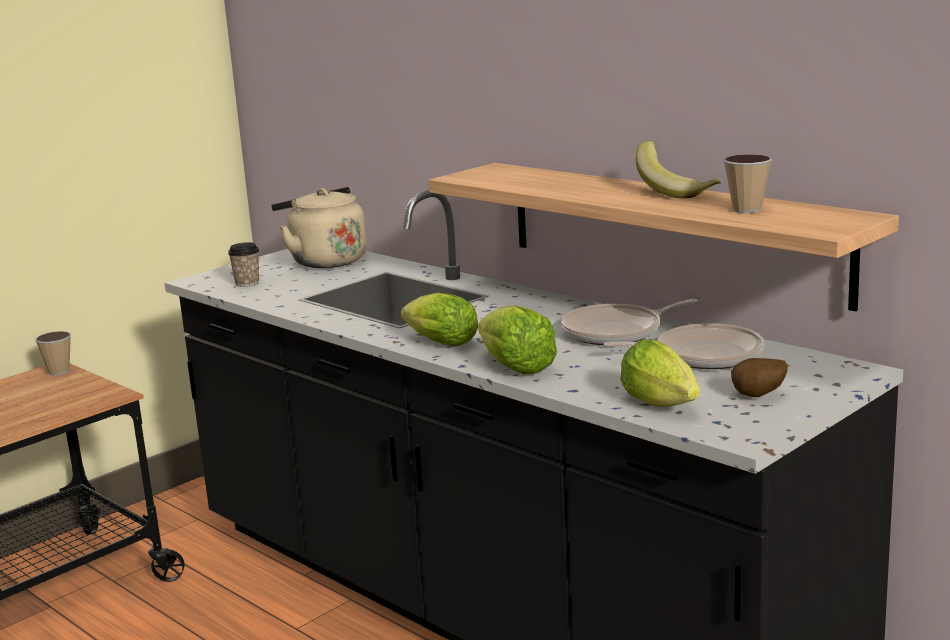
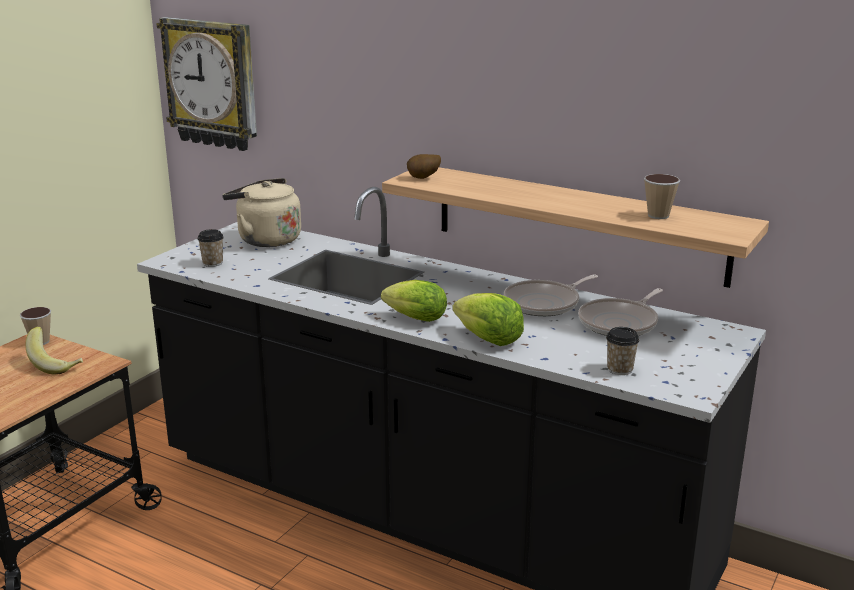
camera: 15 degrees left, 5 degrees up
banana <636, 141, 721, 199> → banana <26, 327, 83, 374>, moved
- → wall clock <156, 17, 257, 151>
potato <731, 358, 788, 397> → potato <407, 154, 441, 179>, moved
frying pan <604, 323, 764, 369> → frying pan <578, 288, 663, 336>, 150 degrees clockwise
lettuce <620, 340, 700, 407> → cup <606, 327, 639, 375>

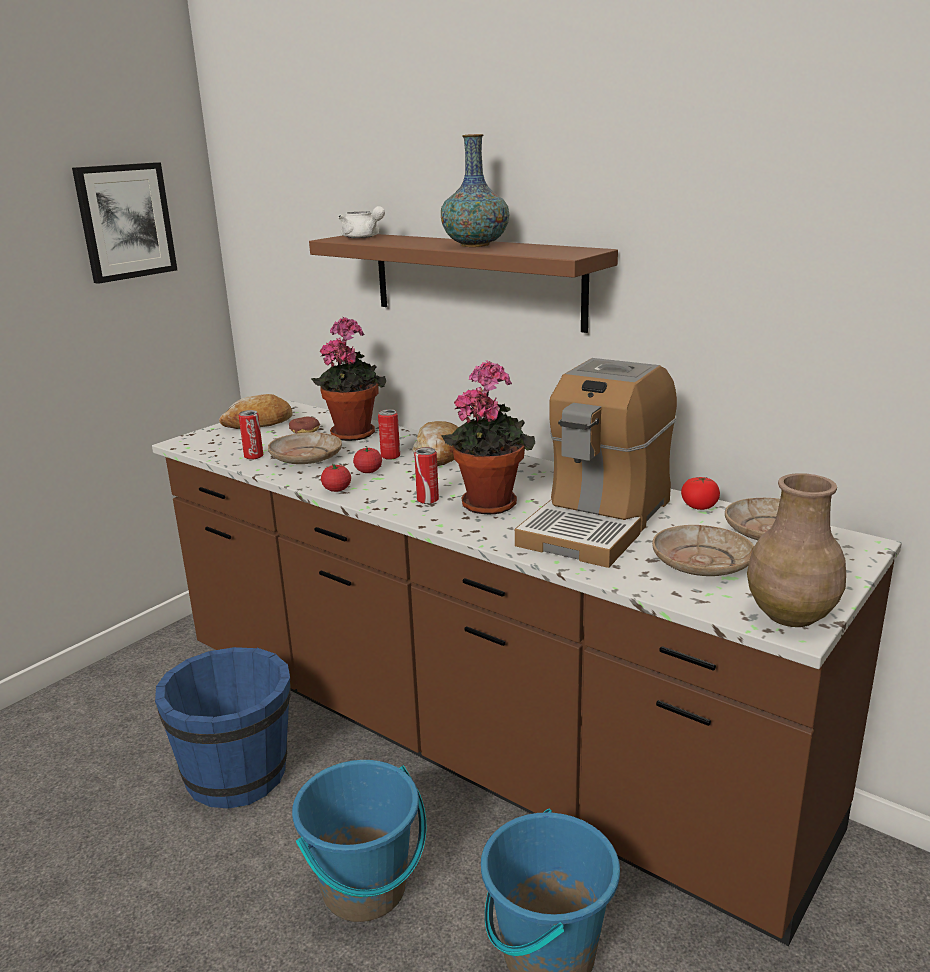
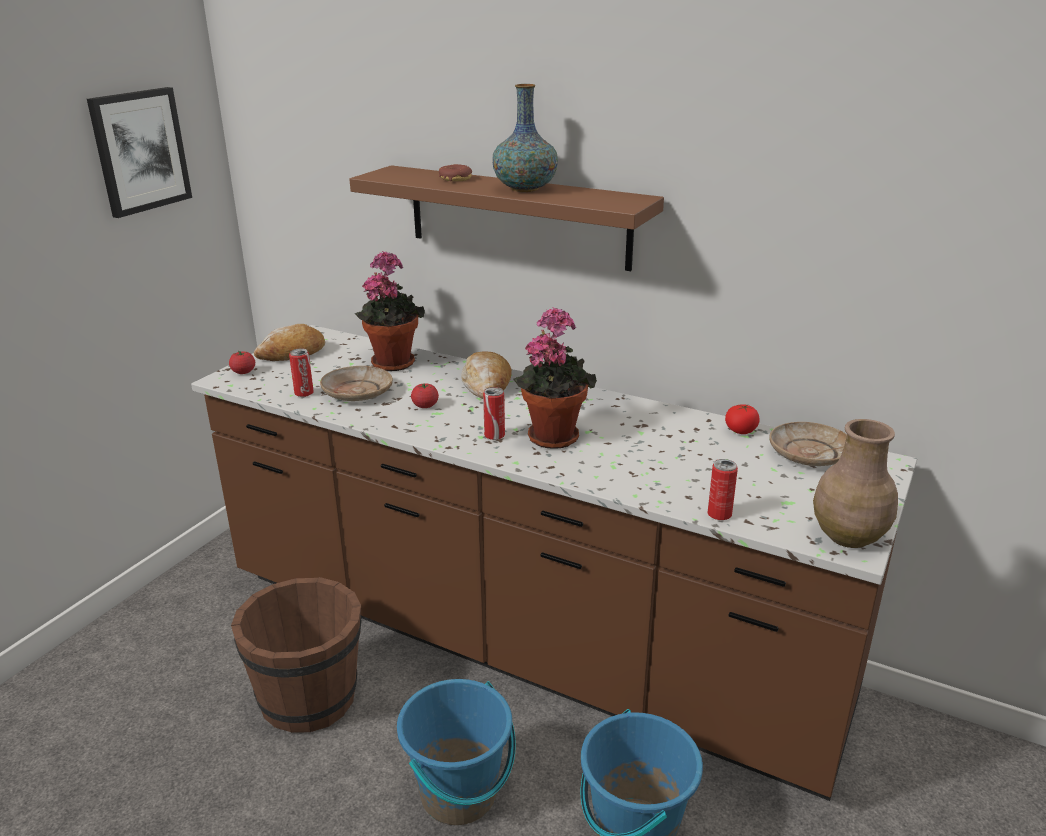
camera: 10 degrees left, 5 degrees up
tomato <321, 464, 351, 492> → tomato <229, 351, 255, 374>, moved
blue bucket <155, 647, 291, 809> → brown bucket <231, 577, 361, 733>
donut <289, 417, 320, 434> → donut <439, 164, 472, 181>, moved
can <378, 409, 400, 460> → can <708, 459, 738, 520>, moved
white teapot <338, 206, 385, 238> → -
coffee machine <515, 358, 677, 568> → -
beige plate <652, 525, 754, 576> → -

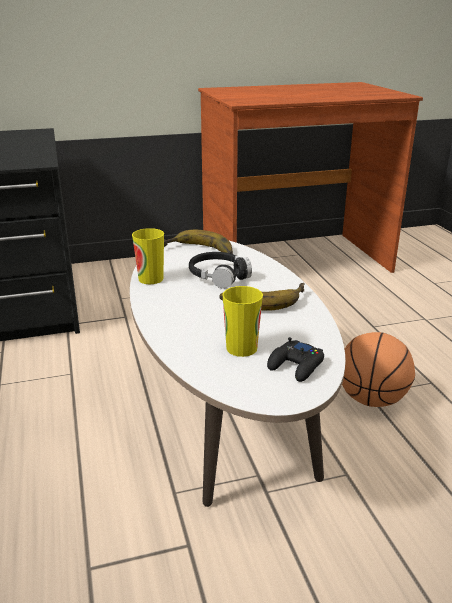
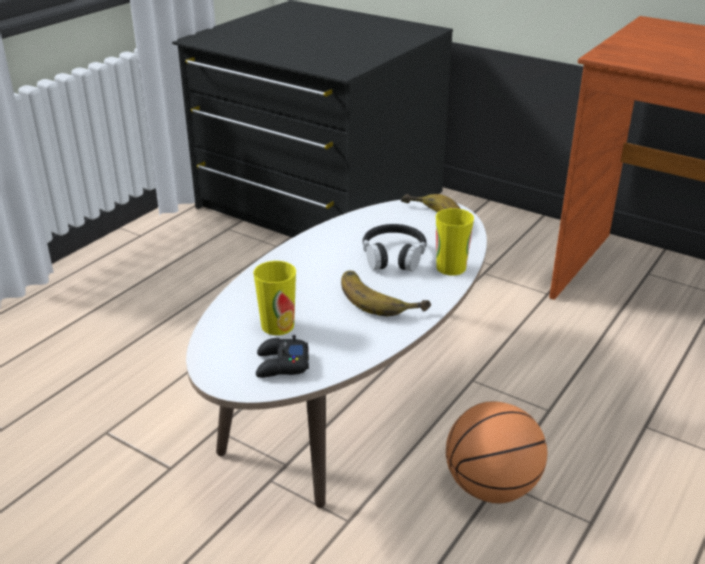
camera: 50 degrees right, 5 degrees up
cup <132, 228, 164, 284> → cup <436, 208, 474, 276>, moved

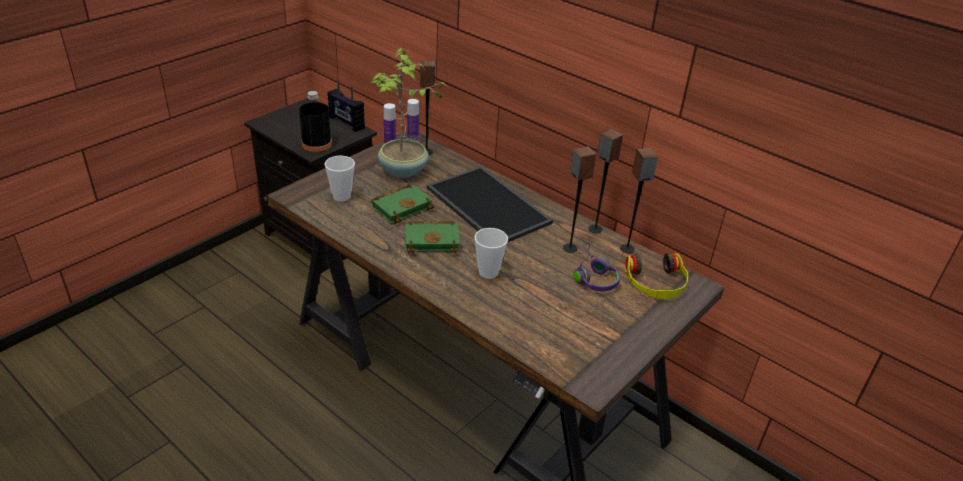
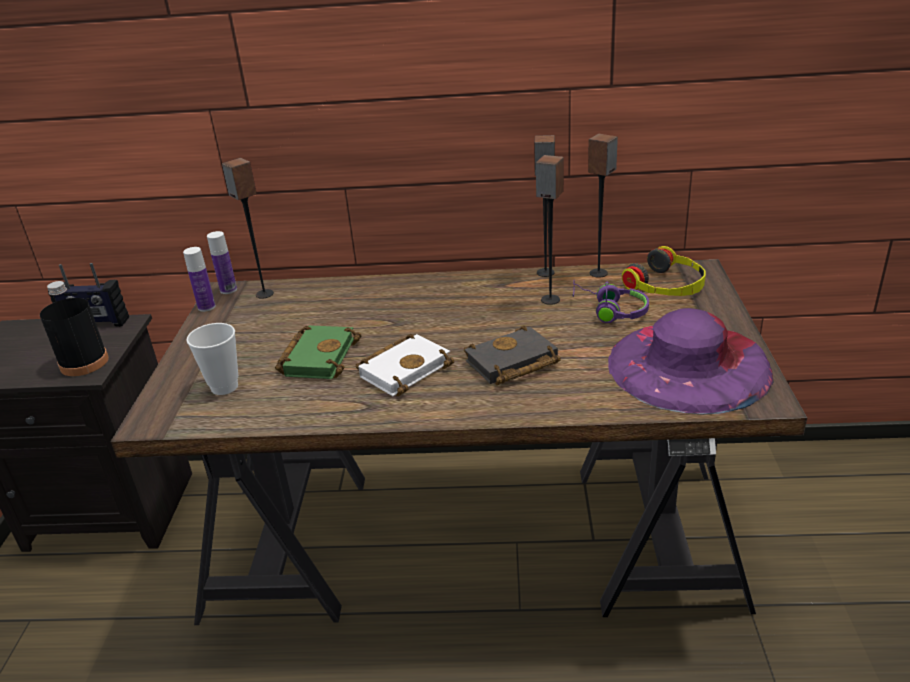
camera: 35 degrees left, 5 degrees down
green book <405, 221, 460, 253> → white book <356, 334, 454, 396>
cup <474, 228, 508, 279> → black book <464, 326, 561, 385>
- → purple hat <608, 308, 774, 414>
potted plant <371, 48, 448, 178> → -
tray <427, 166, 553, 243> → -

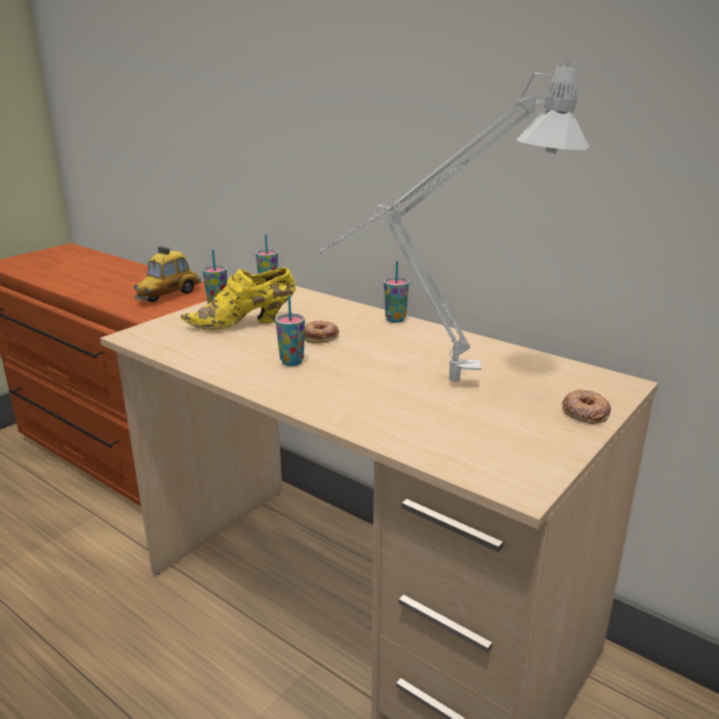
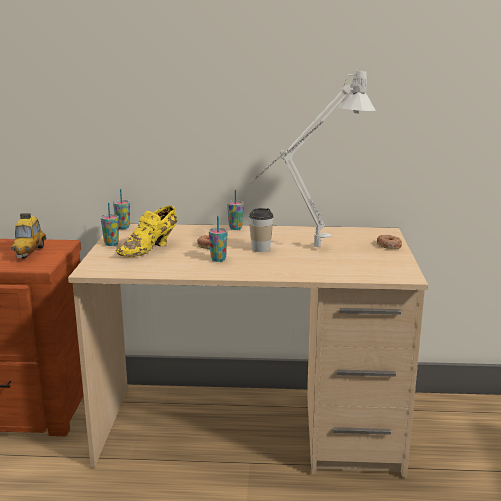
camera: 35 degrees left, 5 degrees down
- → cup <249, 208, 274, 252>

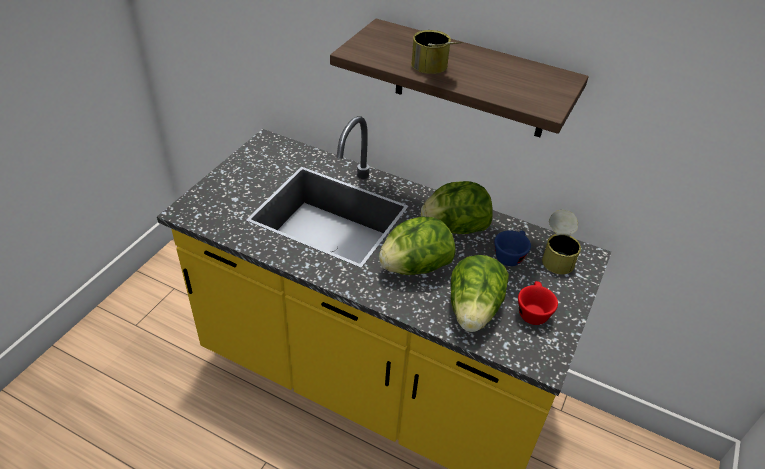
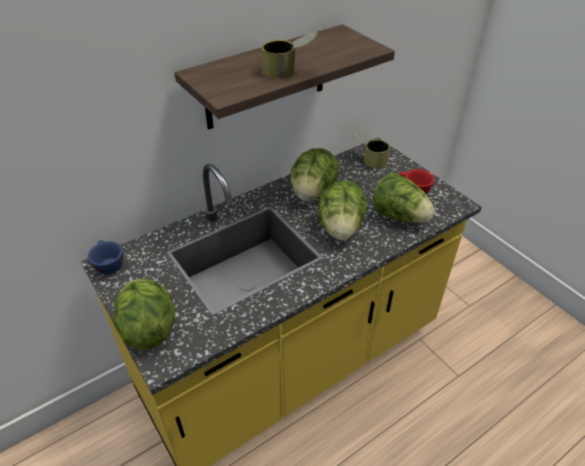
camera: 60 degrees left, 0 degrees up
blue cup <494, 230, 531, 266> → blue cup <88, 240, 123, 275>, moved
- → lettuce <113, 279, 175, 350>

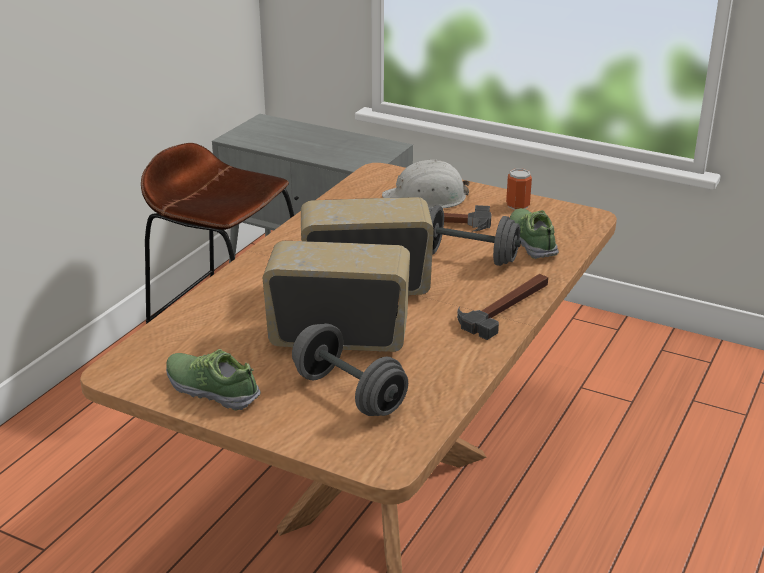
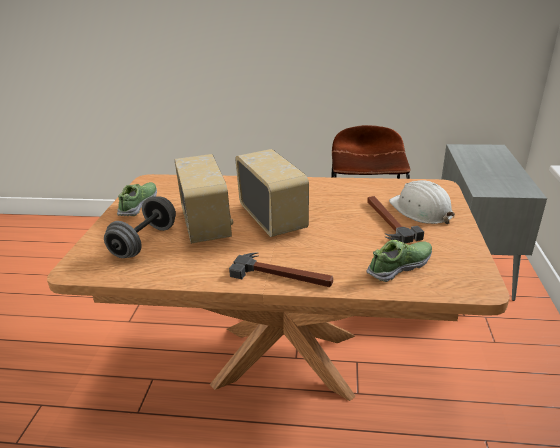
camera: 70 degrees right, 0 degrees up
grey dumbbell <429, 205, 521, 266> → -
can <506, 169, 532, 210> → -

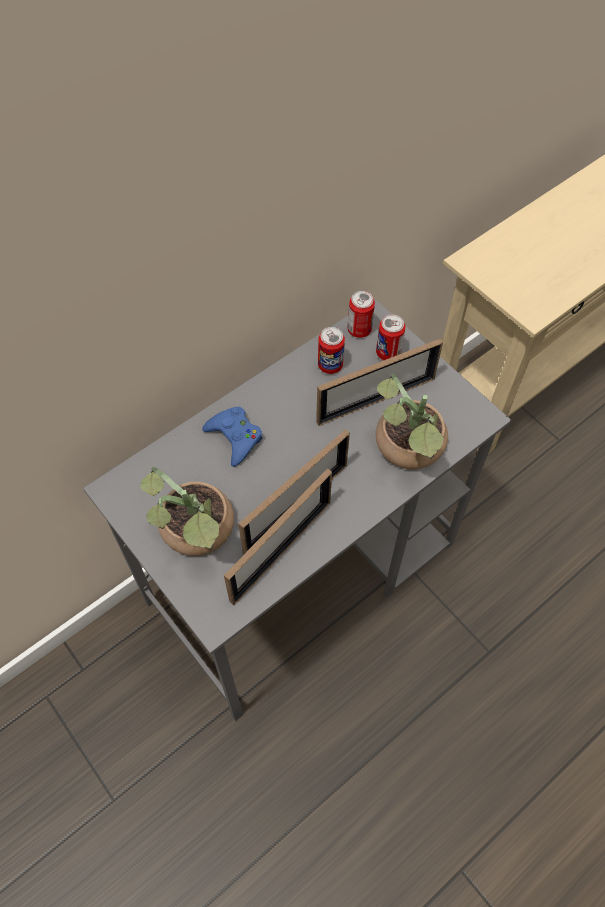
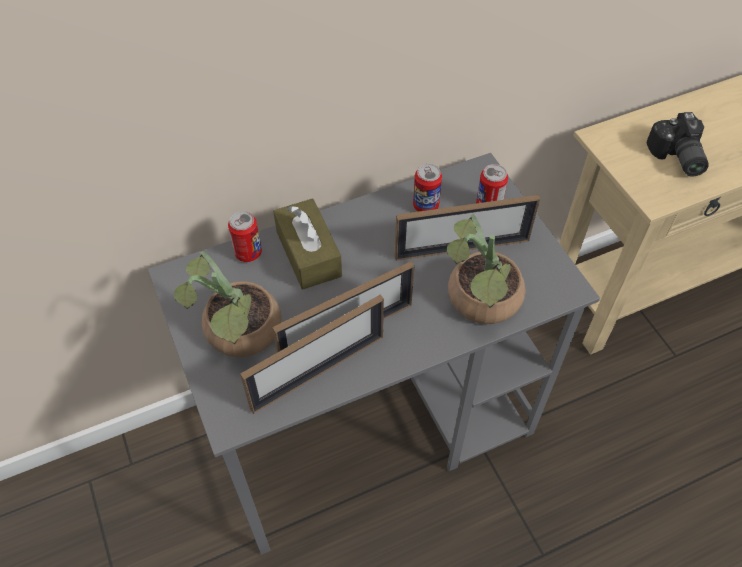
camera: 15 degrees right, 5 degrees down
can <348, 291, 375, 338> → can <228, 211, 262, 262>, moved
blue game controller <202, 407, 263, 467> → brown tissue box <273, 198, 342, 289>
- → photo camera <647, 112, 709, 177>

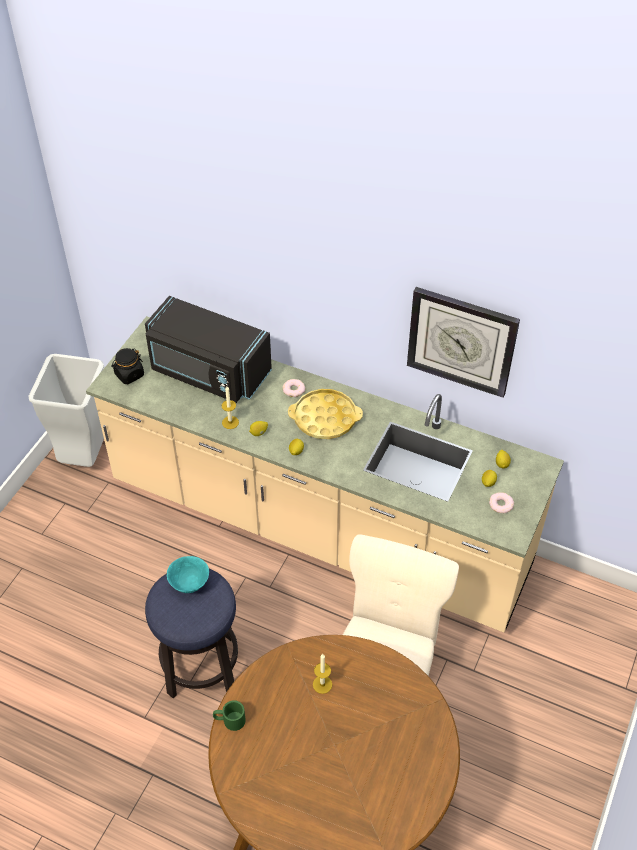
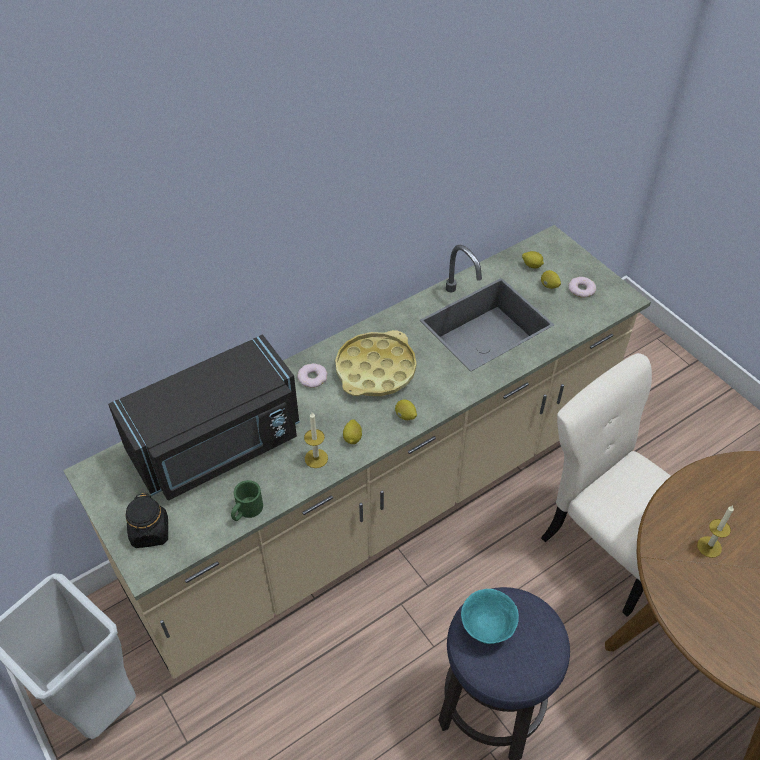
camera: 60 degrees left, 0 degrees up
green mug <213, 700, 246, 731> → green mug <231, 480, 263, 521>, moved
wall clock <407, 287, 520, 398> → -

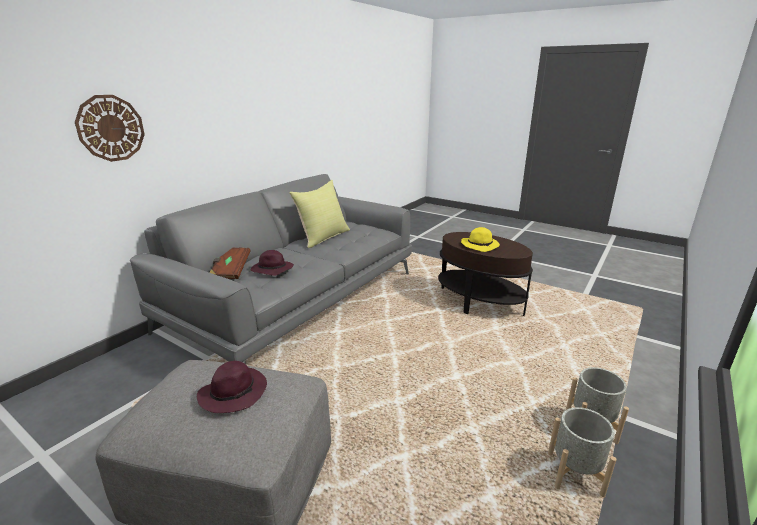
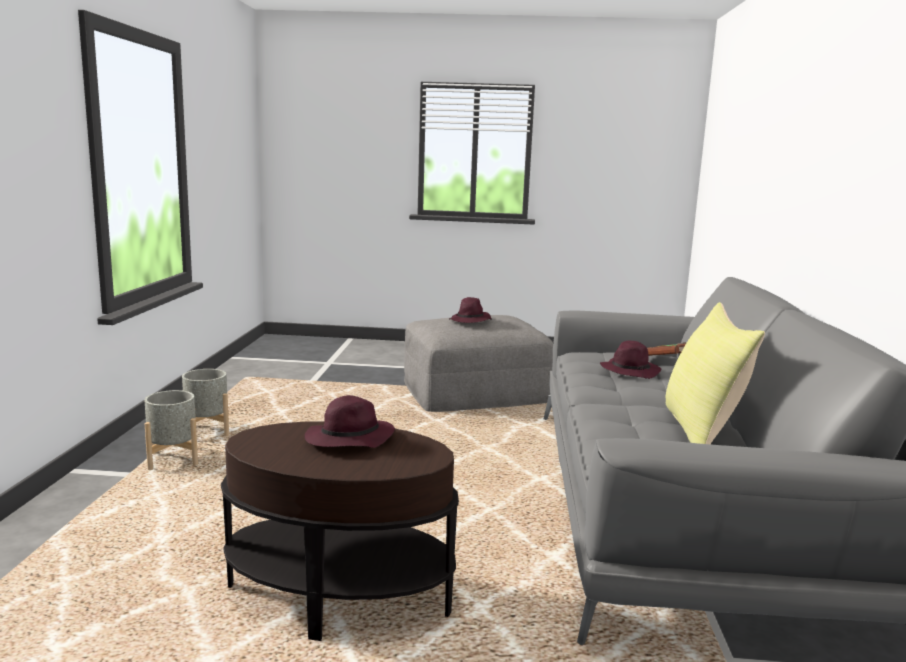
camera: 150 degrees right, 10 degrees down
yellow hat <461, 227, 500, 252> → purple hat <304, 395, 395, 448>
wall clock <75, 95, 145, 162> → -

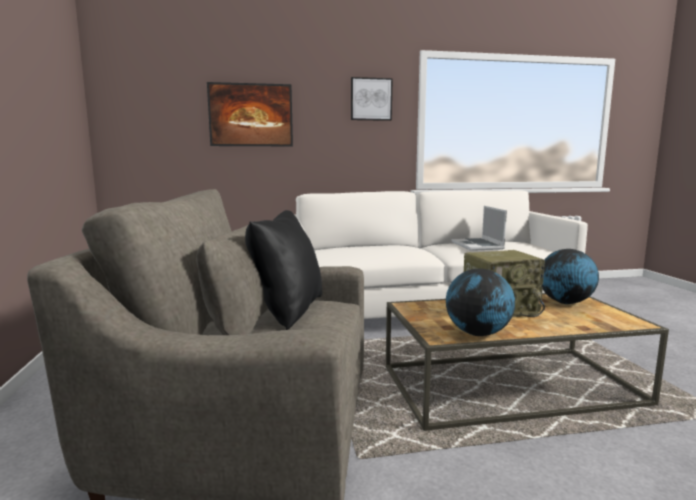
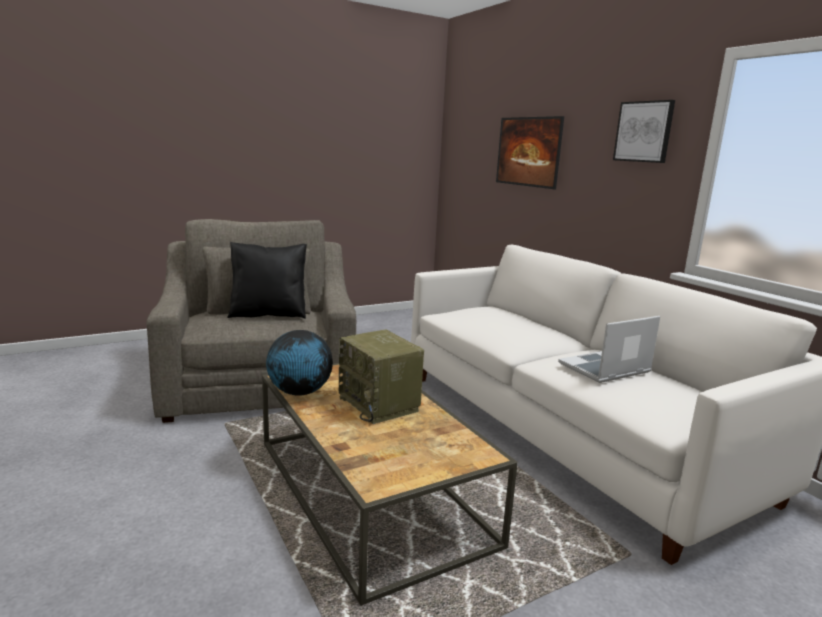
camera: 70 degrees right, 5 degrees up
globe <541, 249, 599, 304> → -

